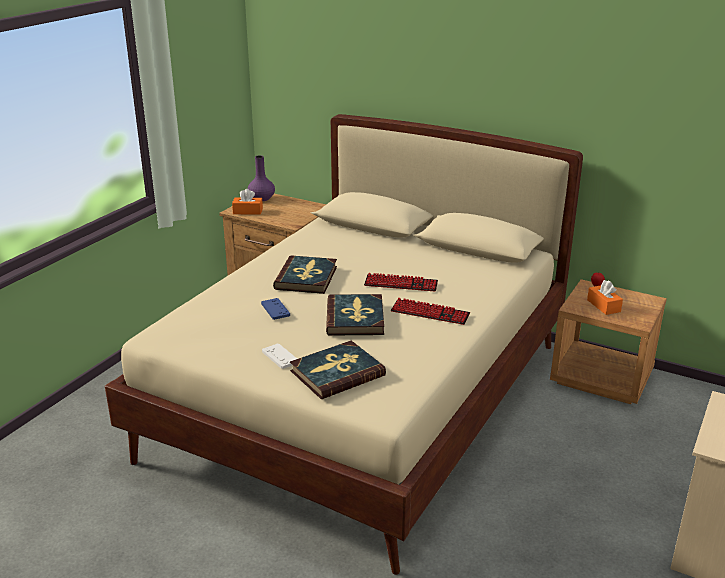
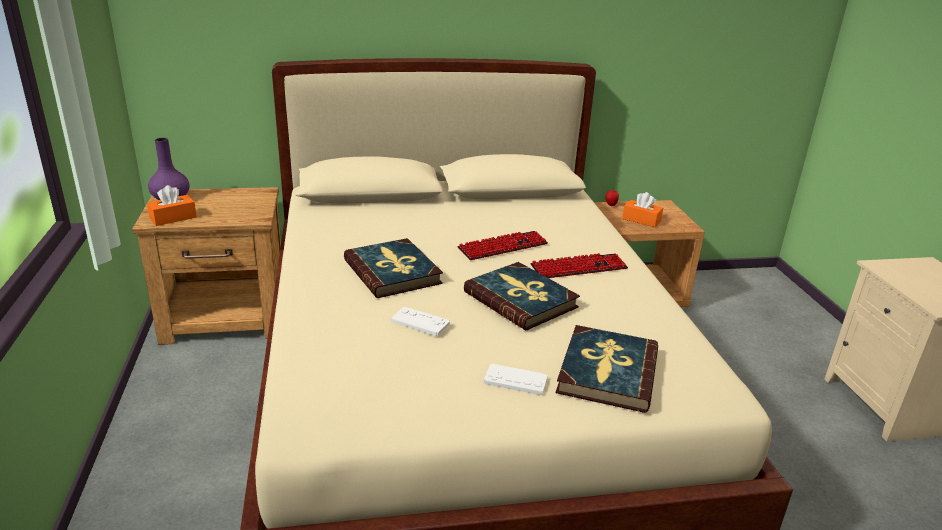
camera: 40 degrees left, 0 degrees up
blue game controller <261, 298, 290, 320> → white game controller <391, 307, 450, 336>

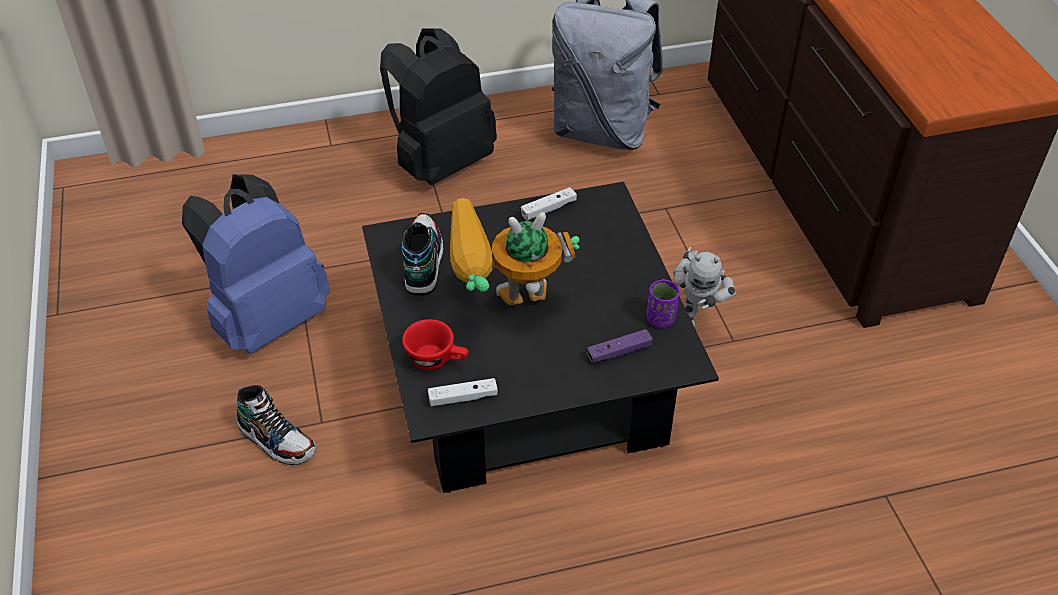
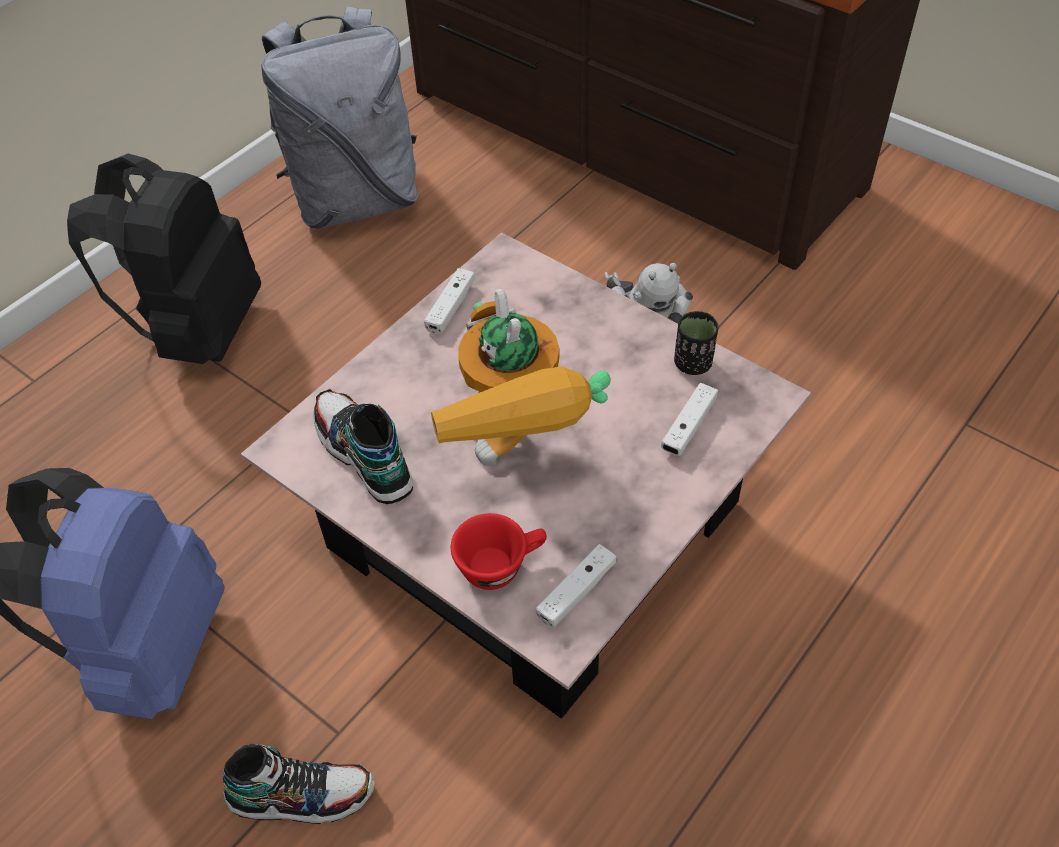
camera: 35 degrees left, 5 degrees up
black coffee table <362, 182, 719, 493> → pink coffee table <241, 232, 811, 719>
toy robot <450, 198, 580, 305> → toy robot <431, 289, 611, 466>, 60 degrees counterclockwise
purple game controller <587, 329, 653, 363> → white game controller <661, 383, 718, 456>
purple cup <646, 279, 680, 328> → black cup <674, 311, 718, 375>

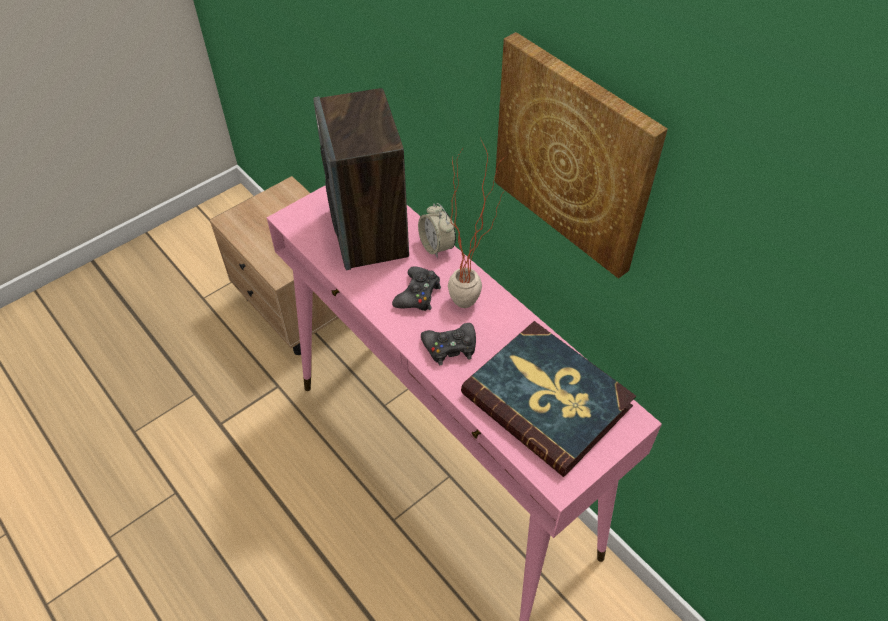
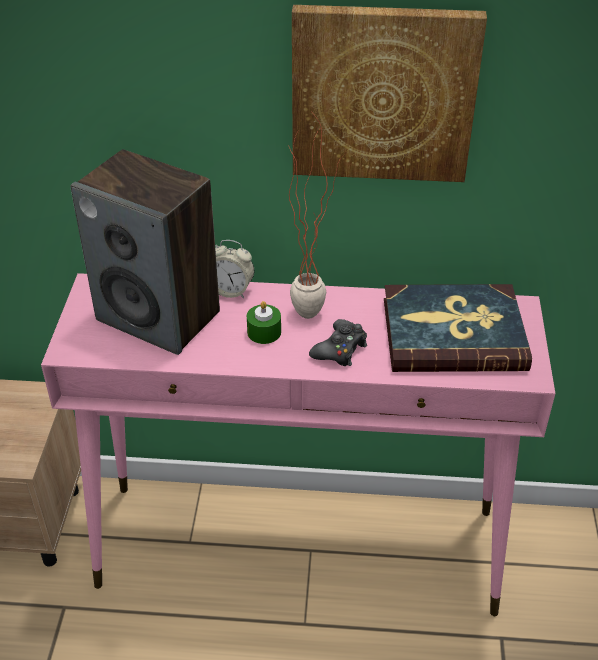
camera: 45 degrees left, 10 degrees down
black game controller <392, 266, 441, 311> → green candle <247, 301, 281, 344>

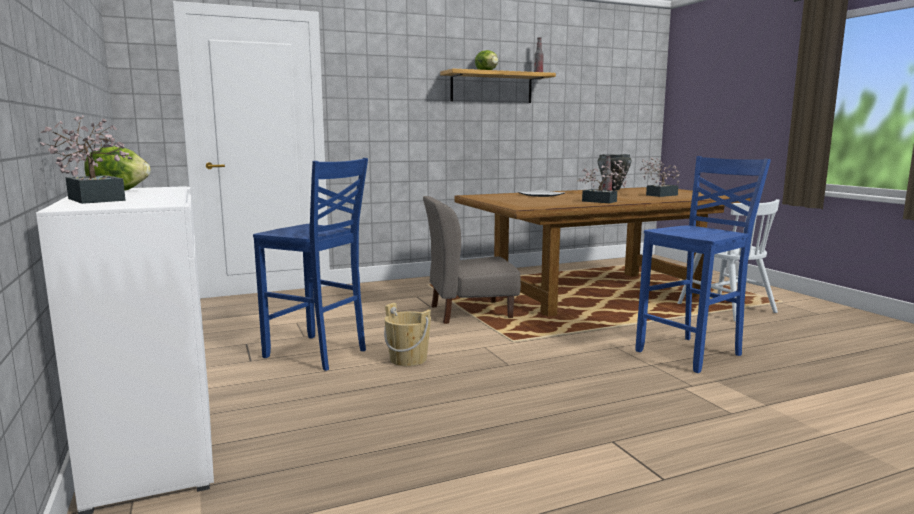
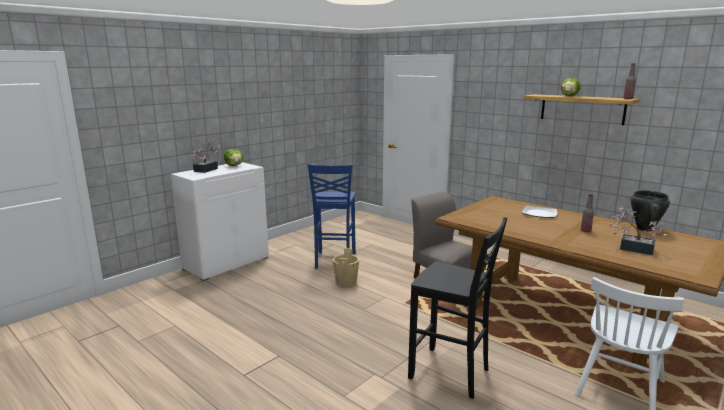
camera: 65 degrees right, 5 degrees up
blue stool <635, 156, 771, 373> → black stool <408, 217, 507, 399>
potted plant <577, 160, 629, 203> → -

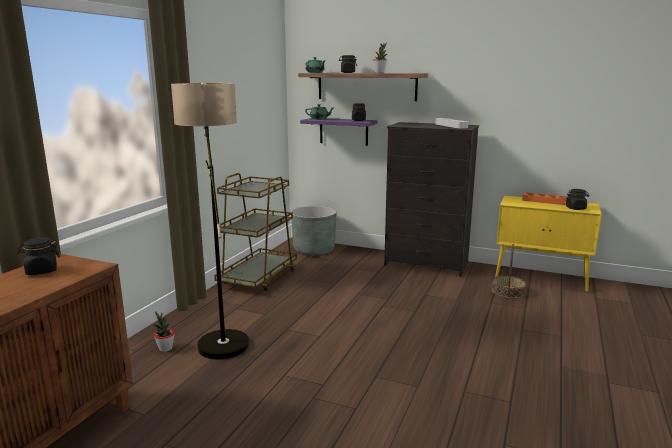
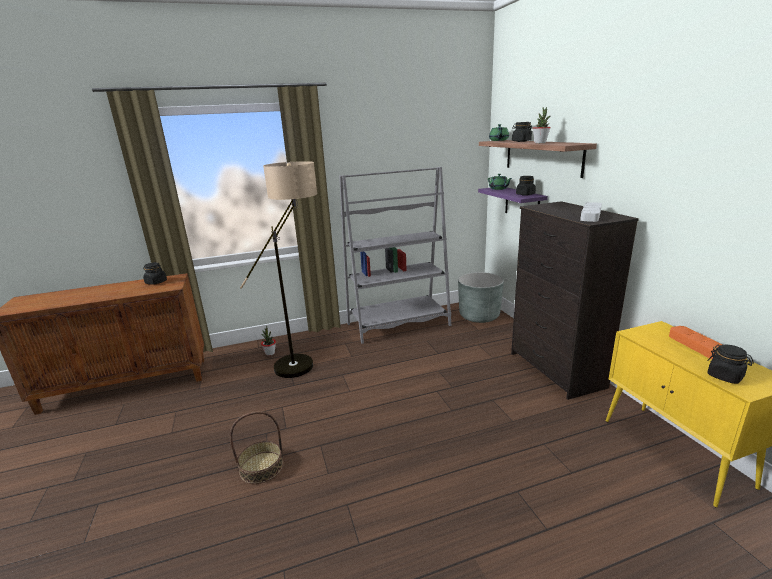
camera: 50 degrees right, 5 degrees up
basket <492, 244, 526, 299> → basket <230, 411, 284, 484>, moved
brown cart <214, 173, 297, 291> → grey bookcase <339, 167, 451, 344>

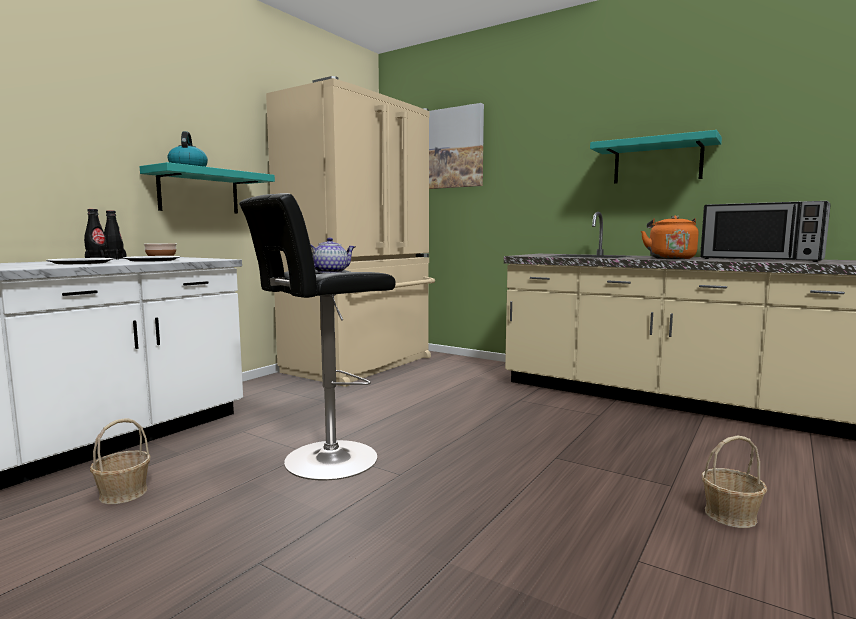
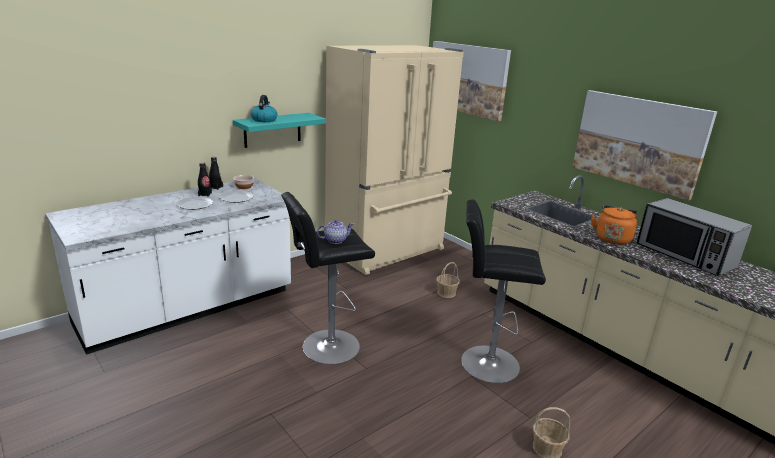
camera: 15 degrees right, 15 degrees up
basket <90, 418, 151, 504> → basket <436, 262, 460, 298>, moved
- → black stool <461, 199, 546, 383>
turquoise shelf <590, 130, 722, 184> → picture <572, 90, 717, 201>

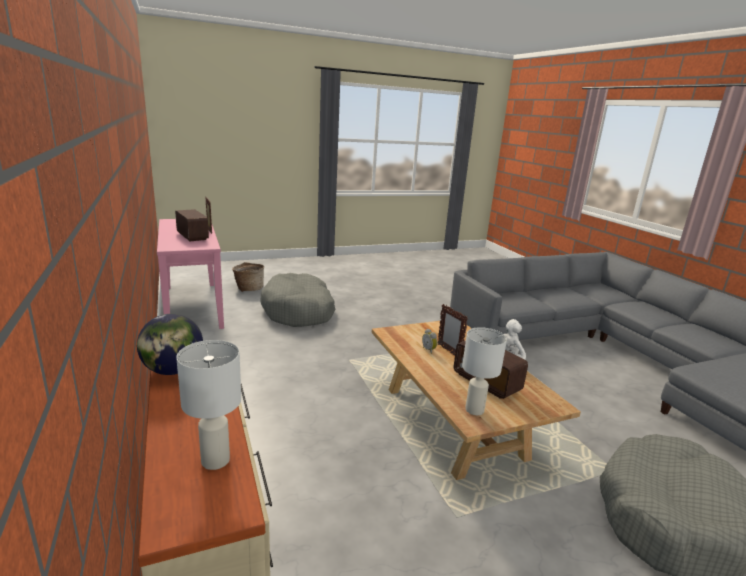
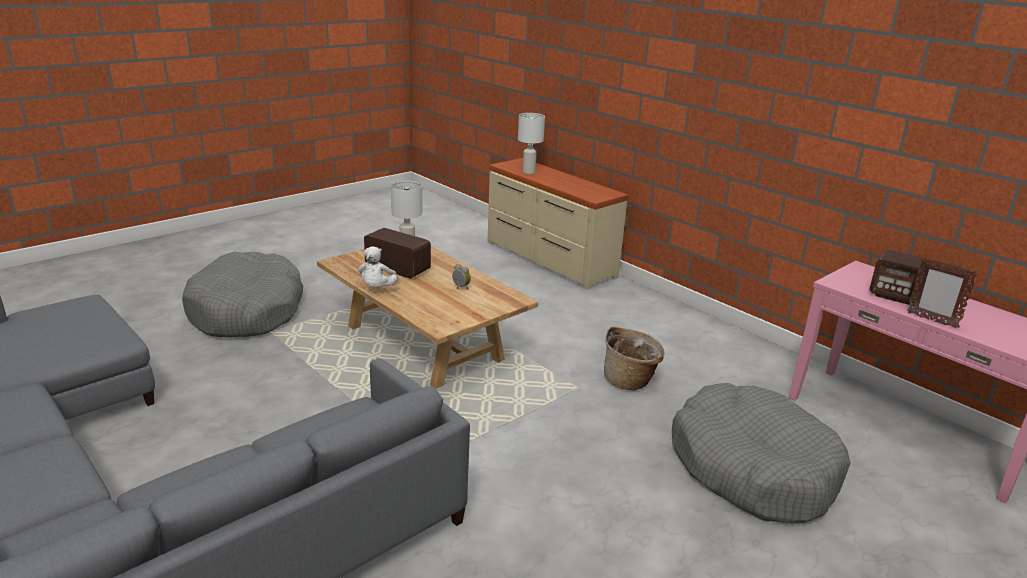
camera: 160 degrees right, 5 degrees up
basket <232, 262, 264, 292> → basket <604, 327, 664, 390>, moved
globe <137, 314, 203, 375> → -
picture frame <438, 304, 468, 356> → -

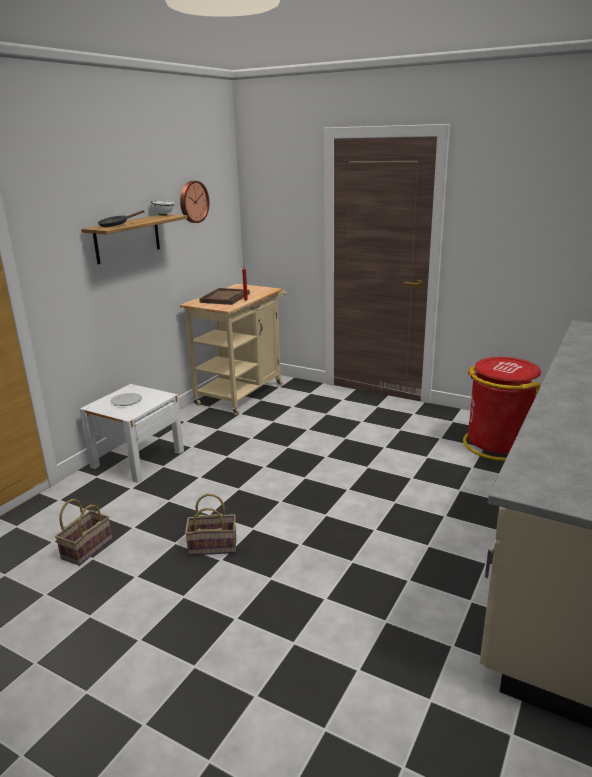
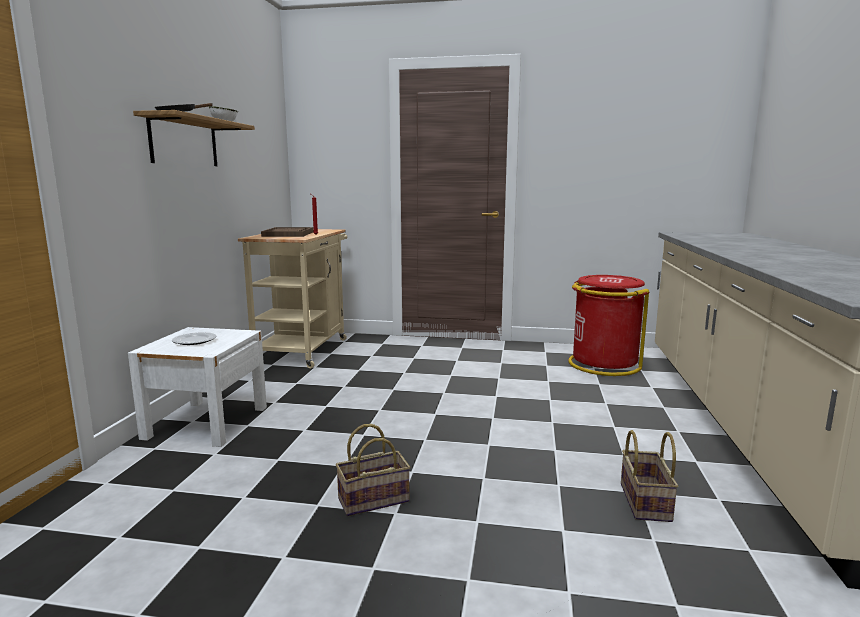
camera: 20 degrees left, 10 degrees down
basket <55, 499, 112, 566> → basket <621, 430, 678, 522>, moved
wall clock <180, 181, 209, 223> → -

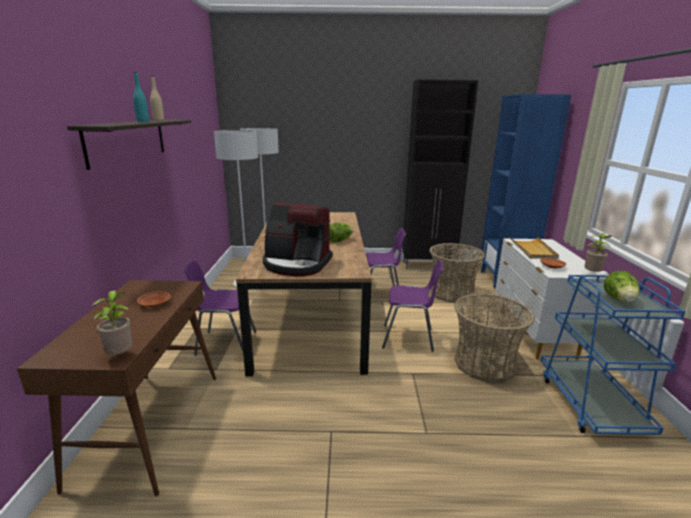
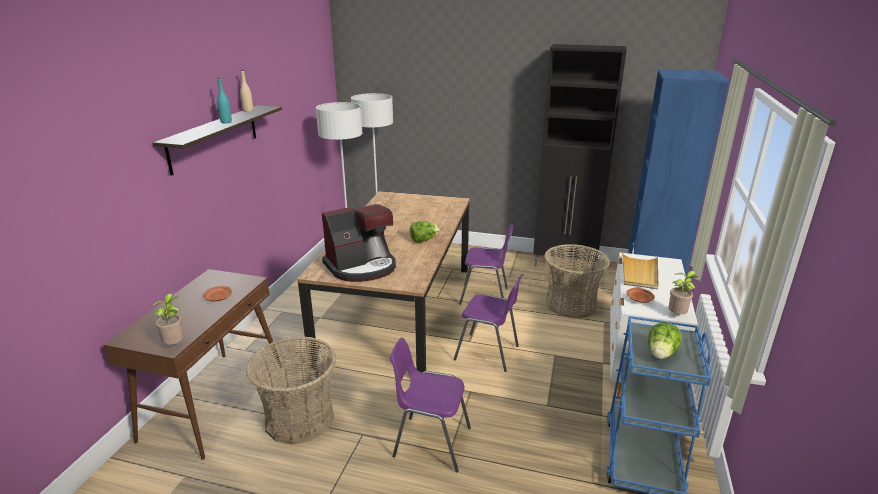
camera: 15 degrees right, 5 degrees up
basket <454, 293, 535, 382> → basket <246, 336, 336, 445>, moved
coffee machine <263, 203, 333, 276> → coffee machine <322, 204, 396, 282>, 60 degrees counterclockwise
purple chair <184, 260, 256, 356> → purple chair <390, 338, 471, 472>, moved

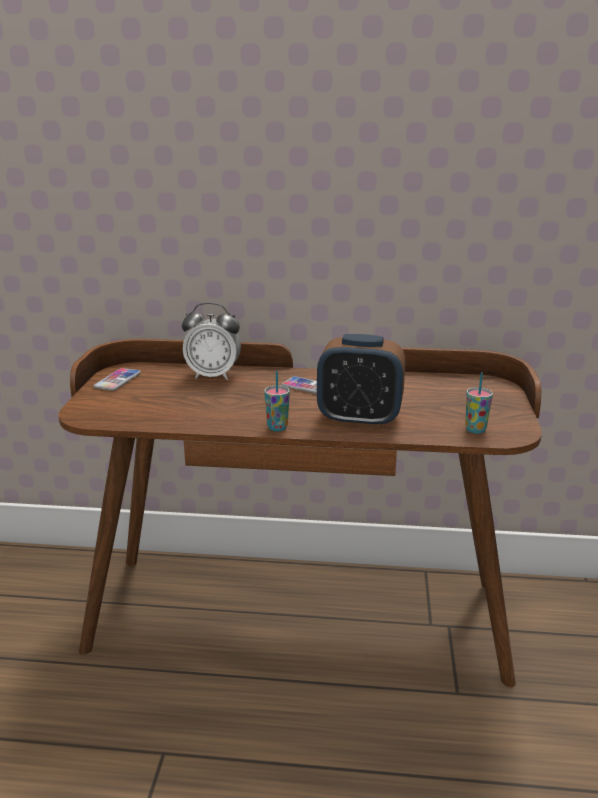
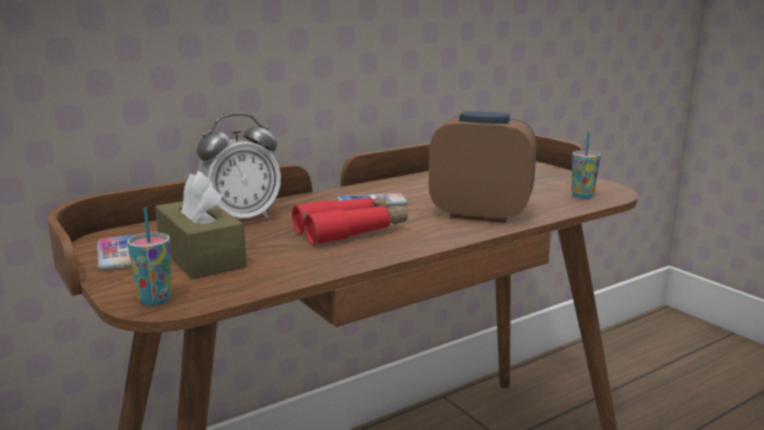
camera: 40 degrees left, 5 degrees down
cup <264, 371, 290, 431> → cup <127, 207, 172, 306>, moved
- → brown tissue box <155, 171, 247, 279>
- → red binoculars <292, 197, 408, 245>
alarm clock <317, 334, 405, 428> → alarm clock <429, 111, 537, 223>, 135 degrees counterclockwise

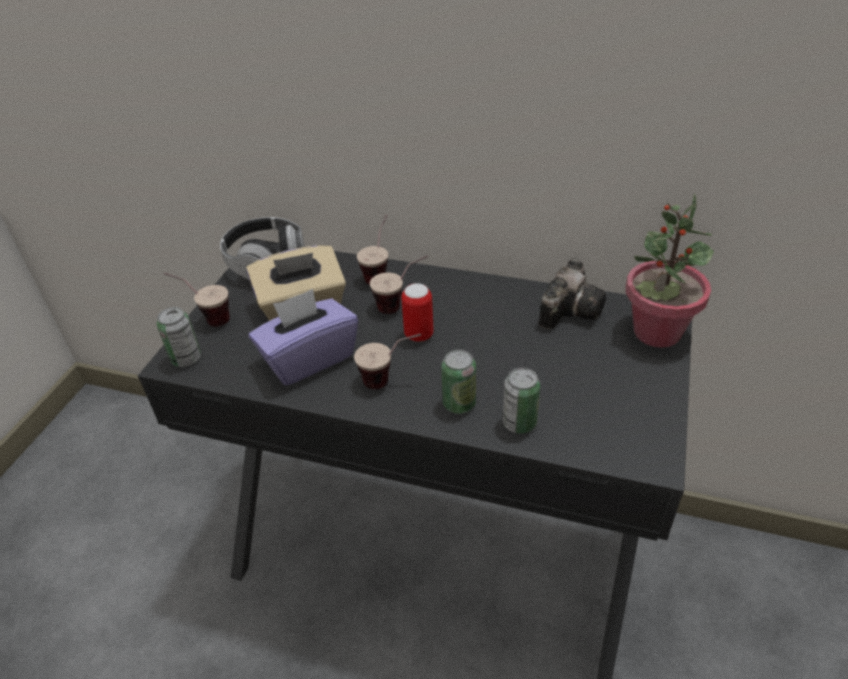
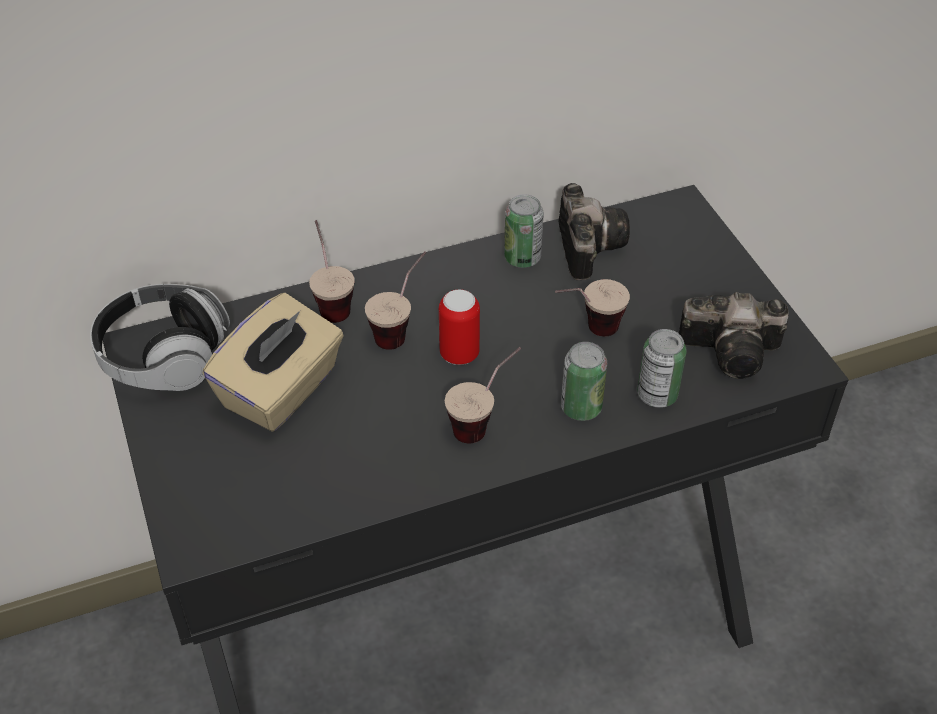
camera: 40 degrees left, 5 degrees up
can <157, 307, 201, 367> → can <504, 194, 544, 268>, moved
cup <164, 272, 230, 327> → cup <555, 279, 630, 337>, moved
- → photo camera <679, 292, 789, 379>
purple tissue box <249, 289, 358, 386> → -
potted plant <626, 193, 713, 348> → -

